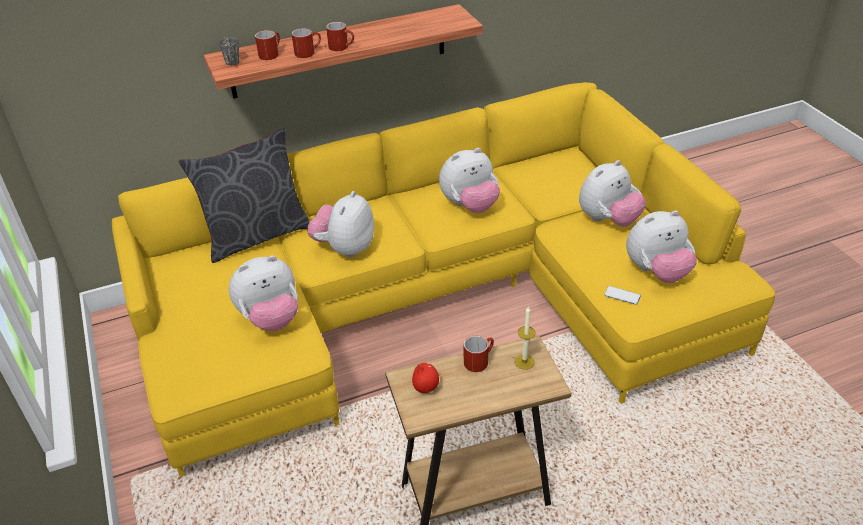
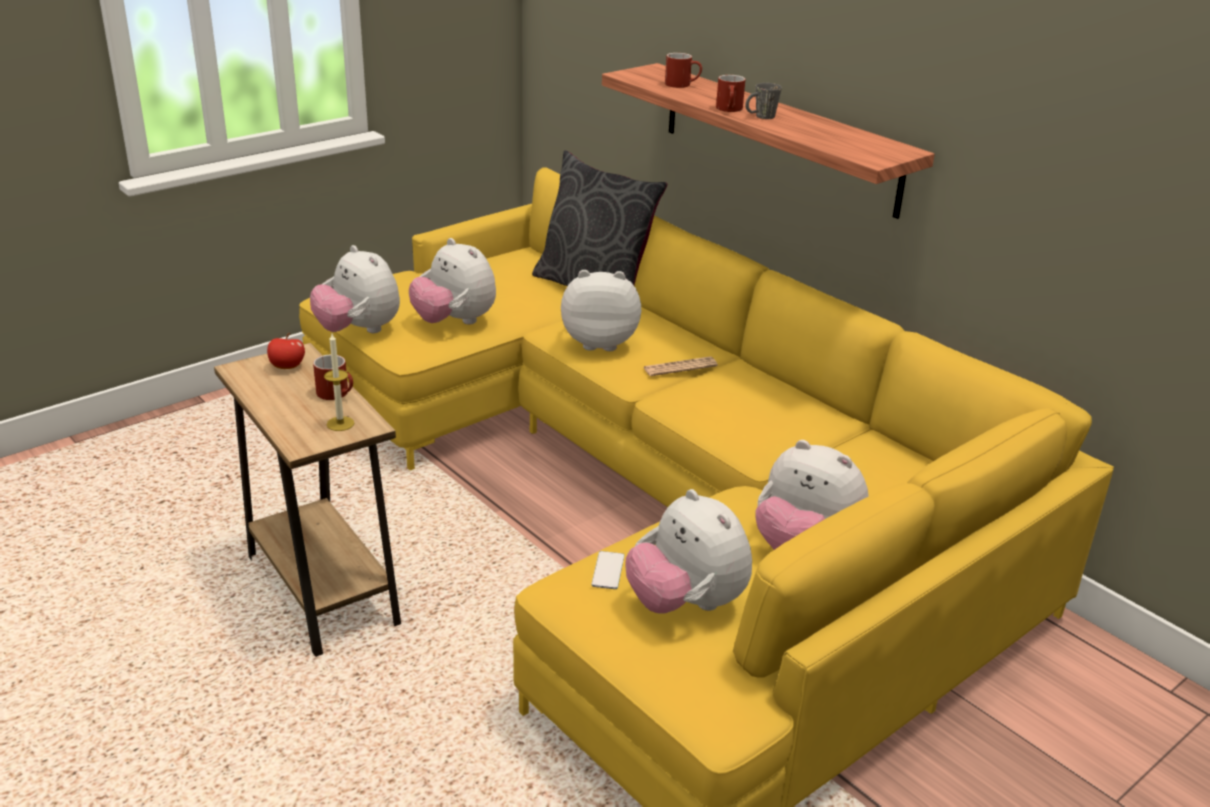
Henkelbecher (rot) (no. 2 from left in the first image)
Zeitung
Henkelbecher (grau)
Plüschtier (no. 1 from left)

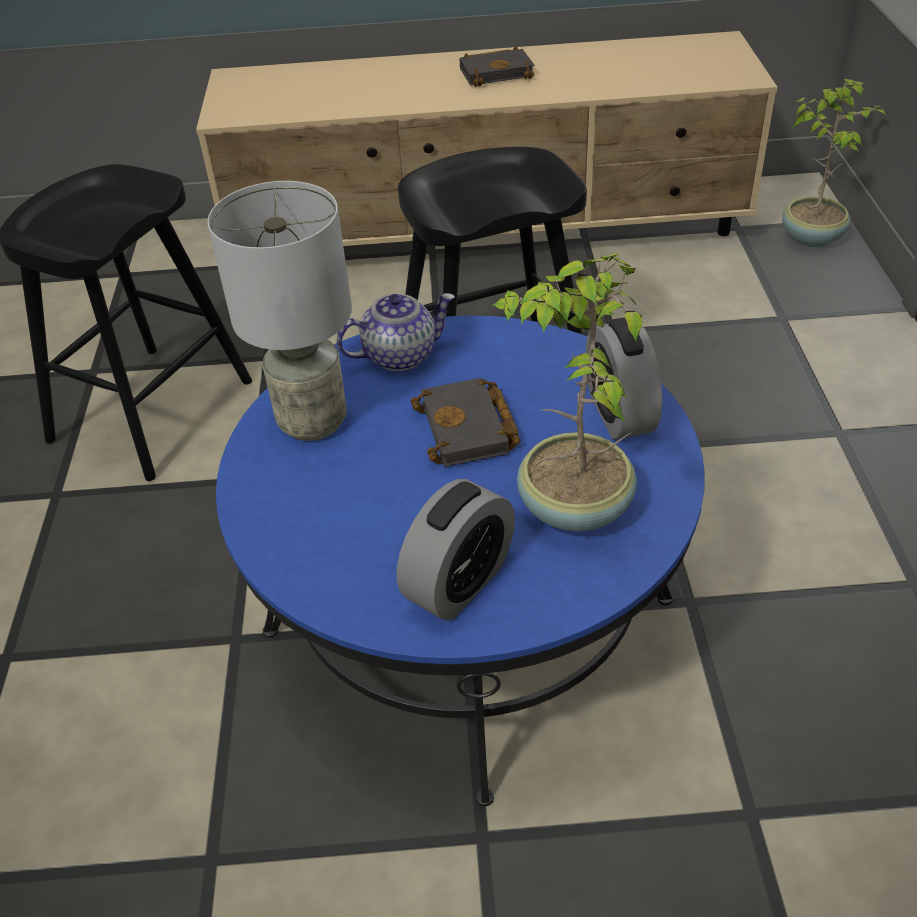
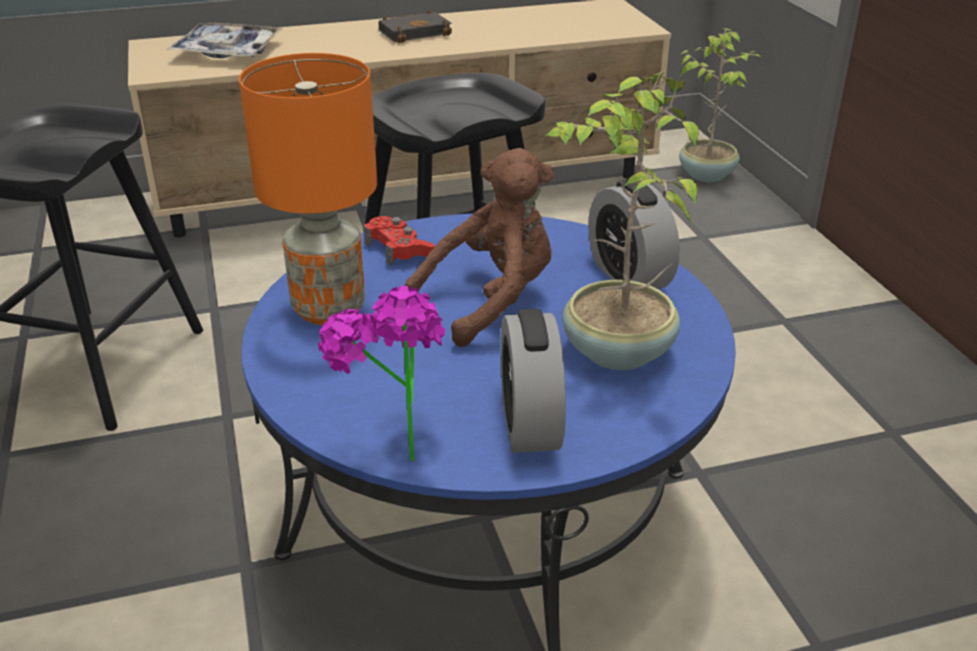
Tablett
Topfpflanze (no. 1 from left)
Gamepad (rot)
Plüschtier (braun)
Tischlampe (orange)
Wecker (no. 1 from left)

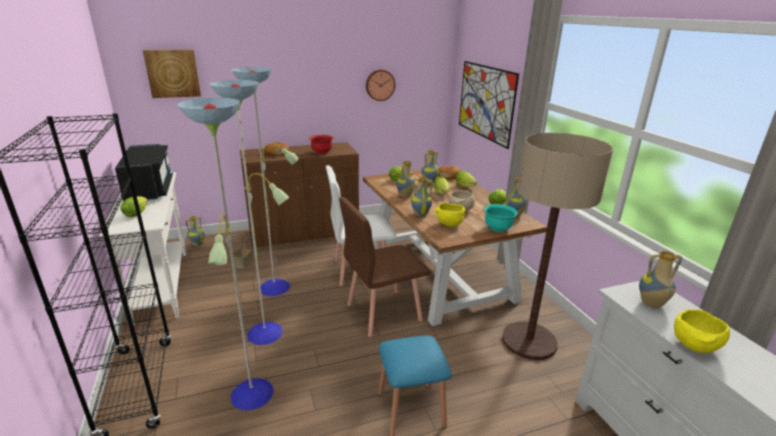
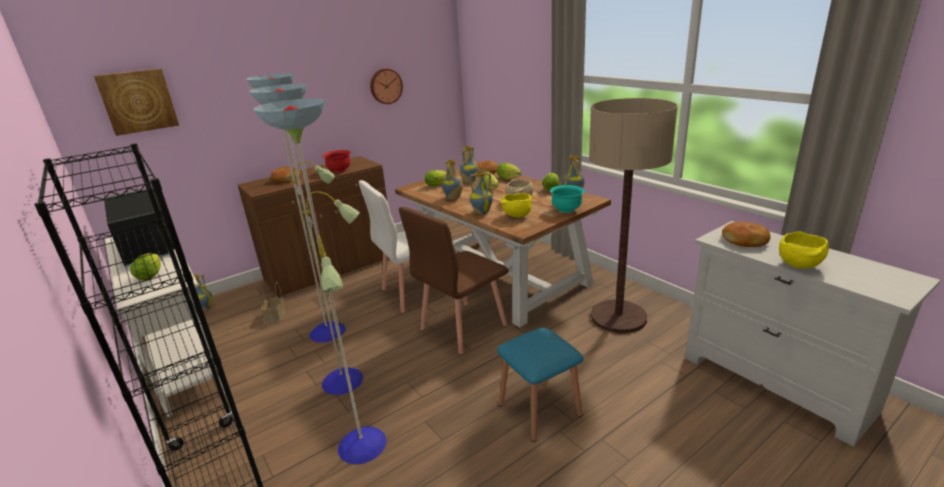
Bild (no. 2 from left in the first image)
Brot (no. 3 from left)

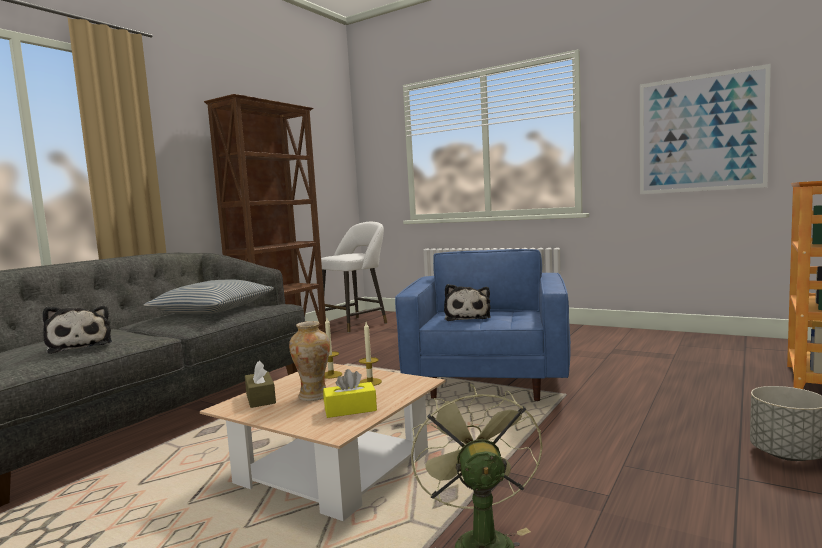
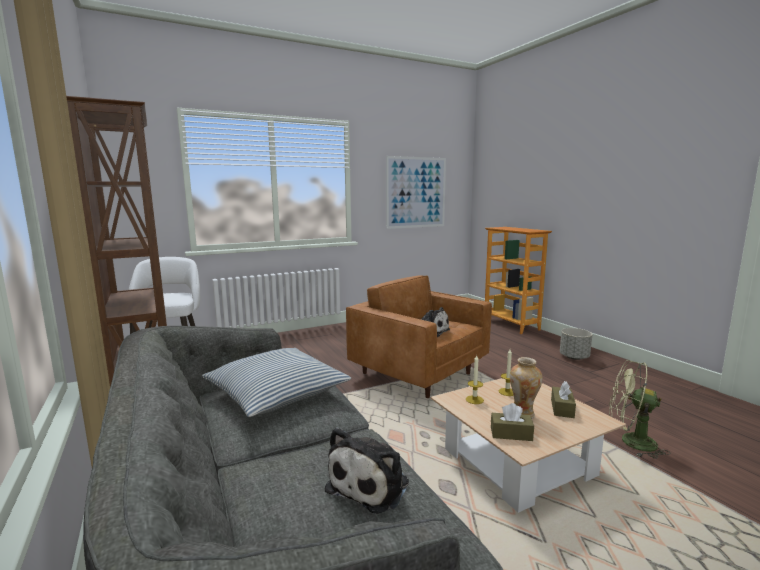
Taschentuchbox (braun) (no. 2 from left)
Sessel (braun)
Plüschtier (no. 1 from left)

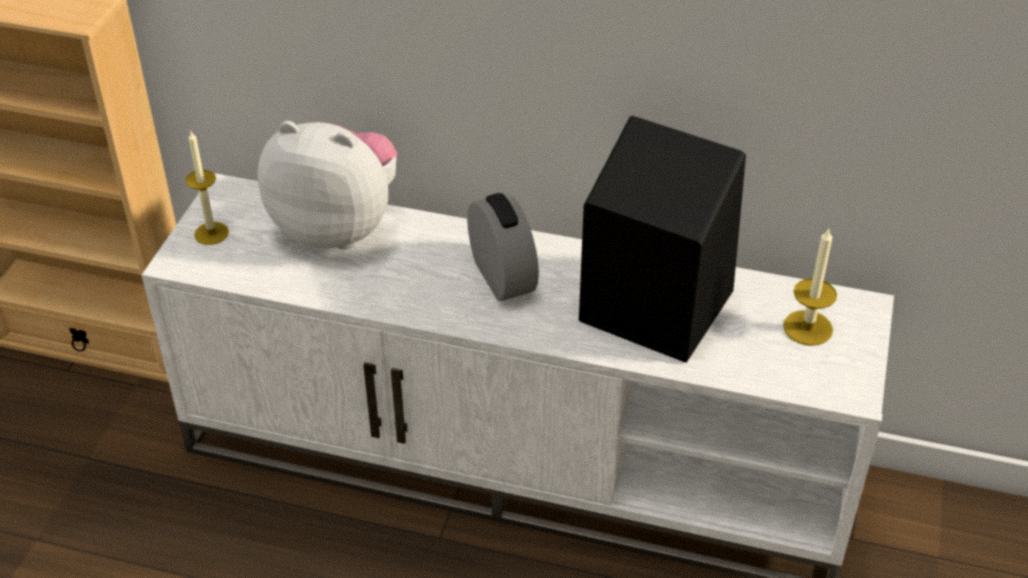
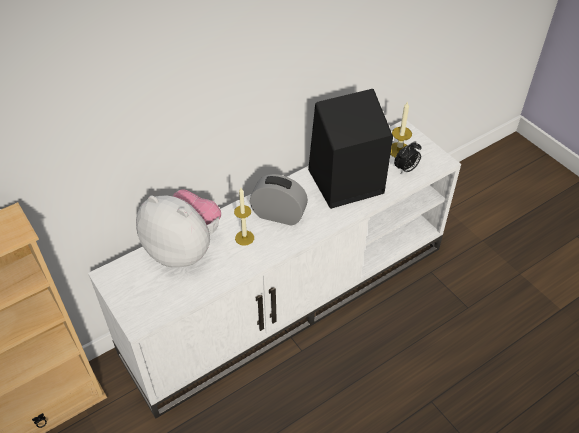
Wecker (no. 2 from left)
Kerze (no. 1 from left)
Plüschtier

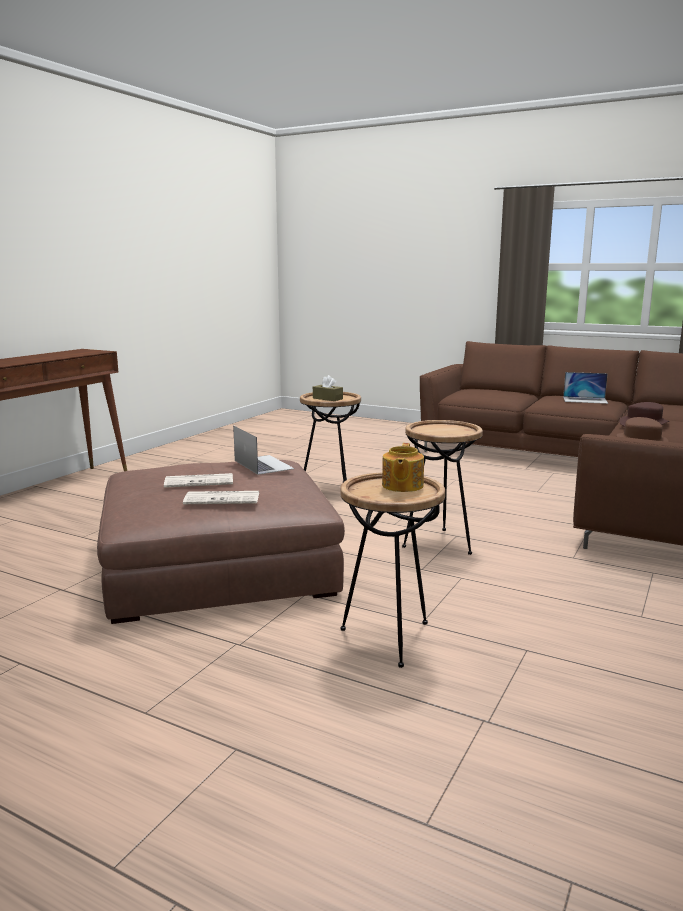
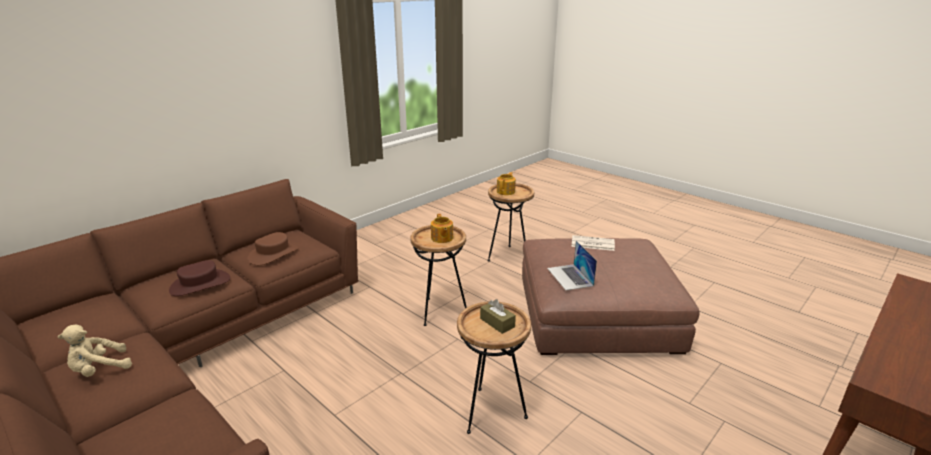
Zeitung (no. 1 from left in the first image)
Teekanne (no. 1 from left)
Plüschtier (beige)

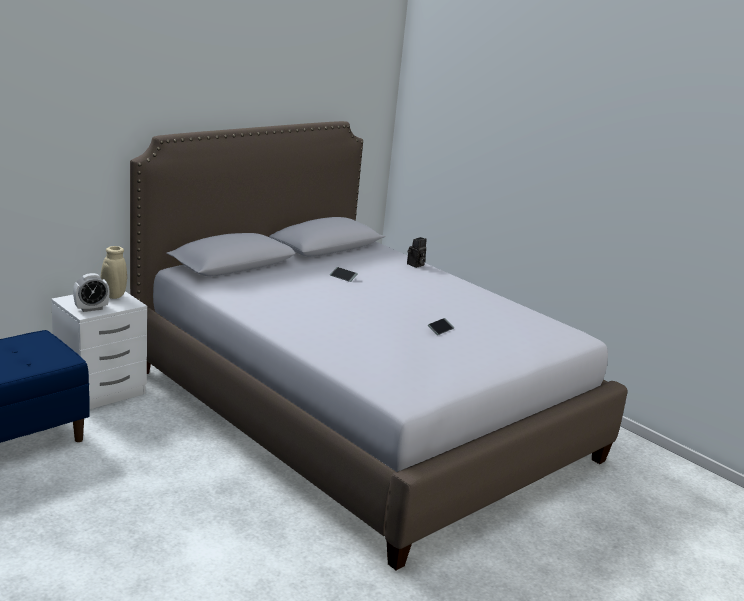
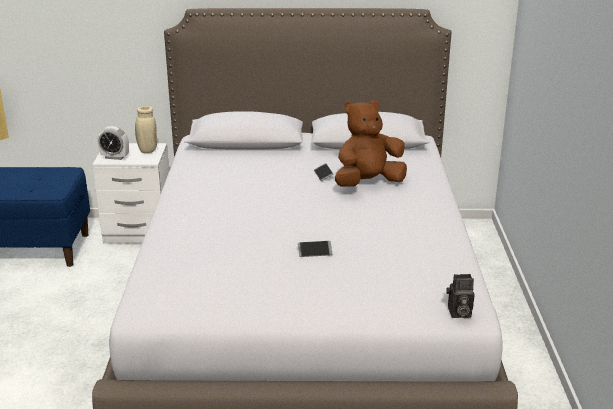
Plüschtier (braun)
Kamera

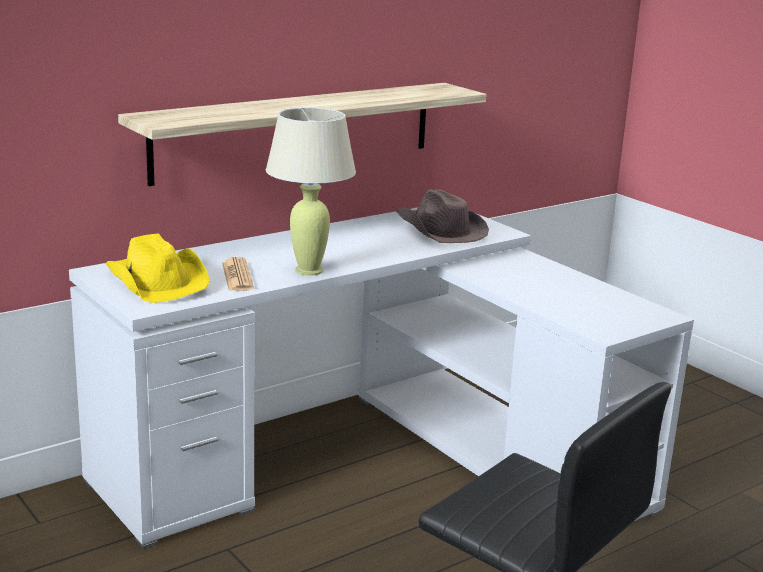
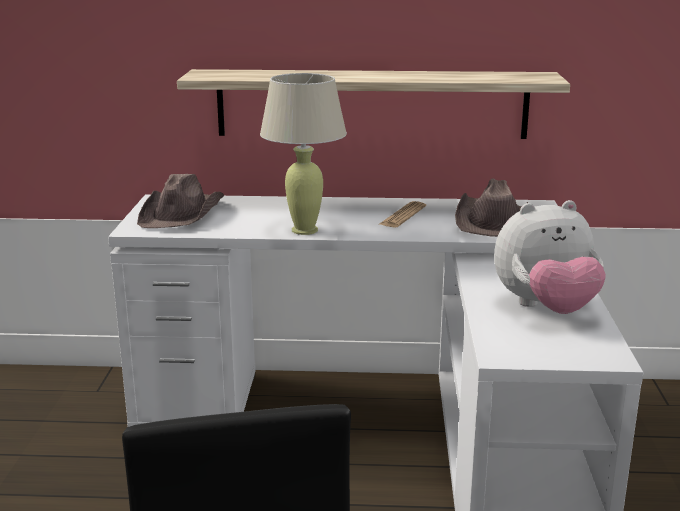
Plüschtier
Zeitung
Hut (braun) (no. 1 from left)

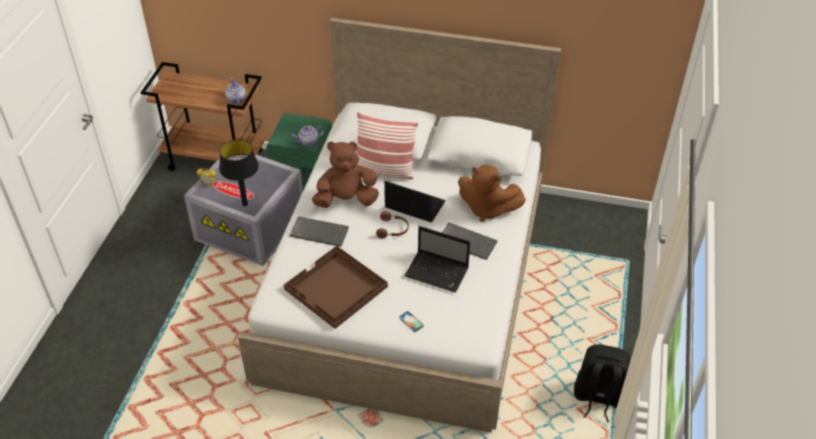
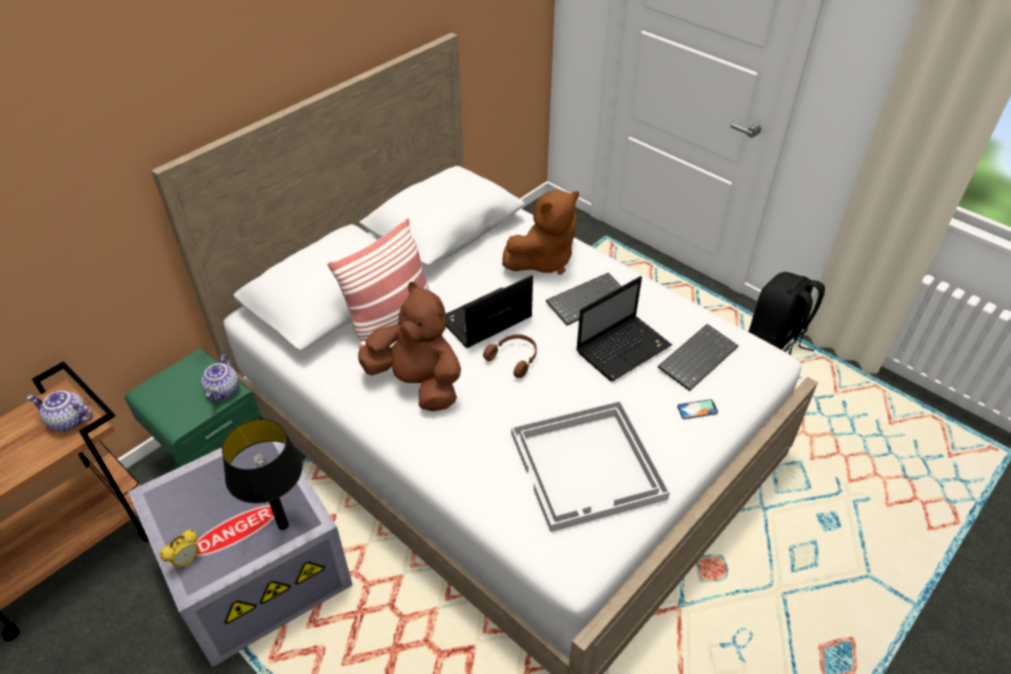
Tastatur (no. 2 from left)
Tablett (weiß)
Plüschtier (braun) (no. 1 from left)

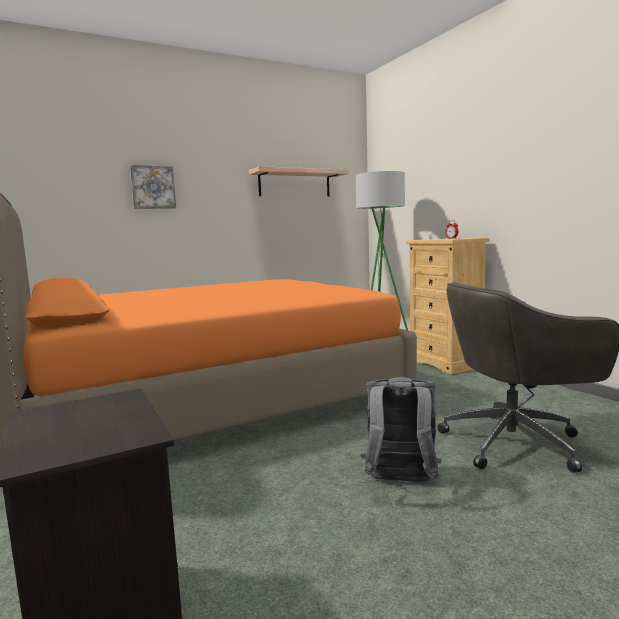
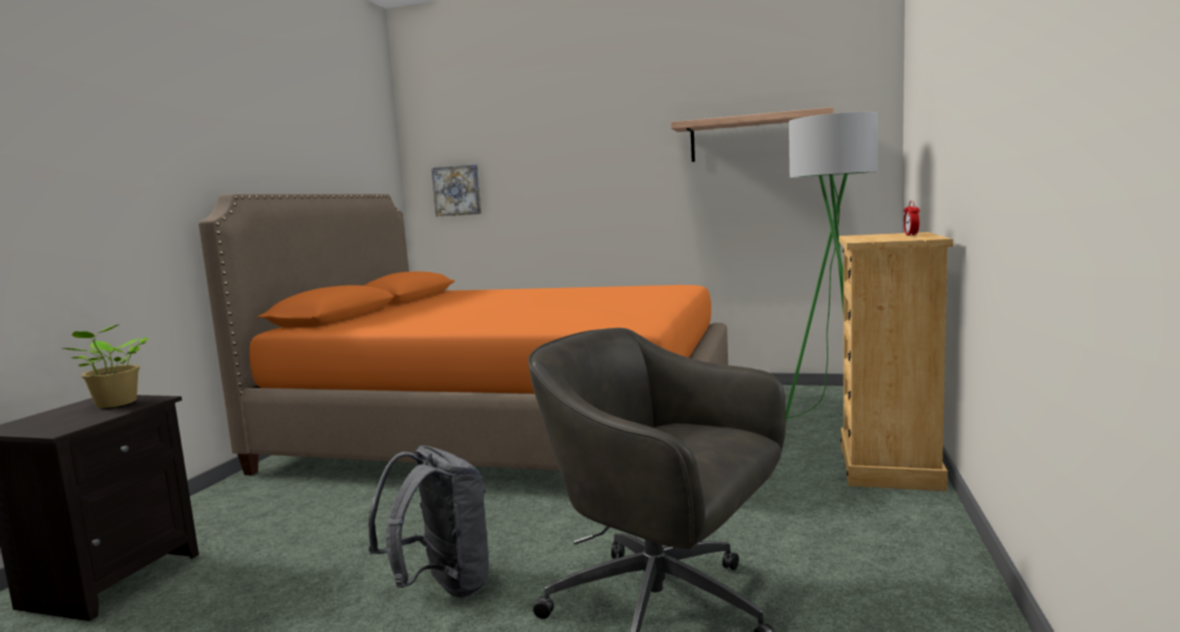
Topfpflanze
Bild

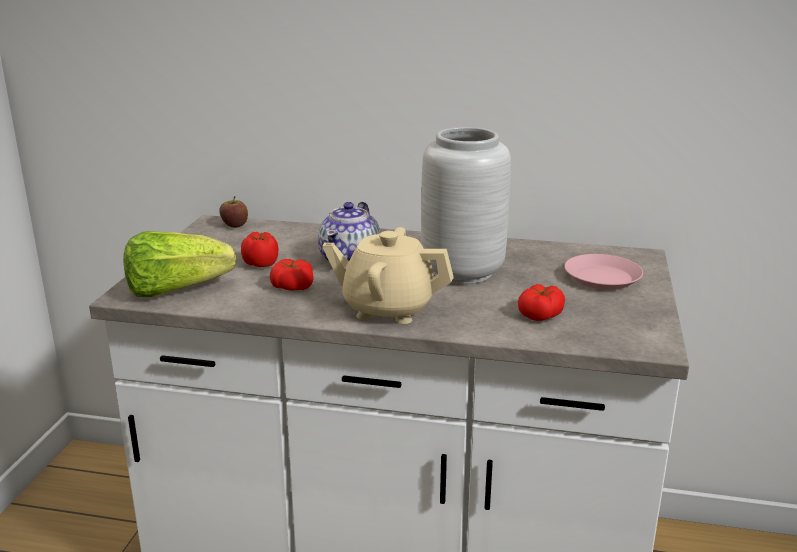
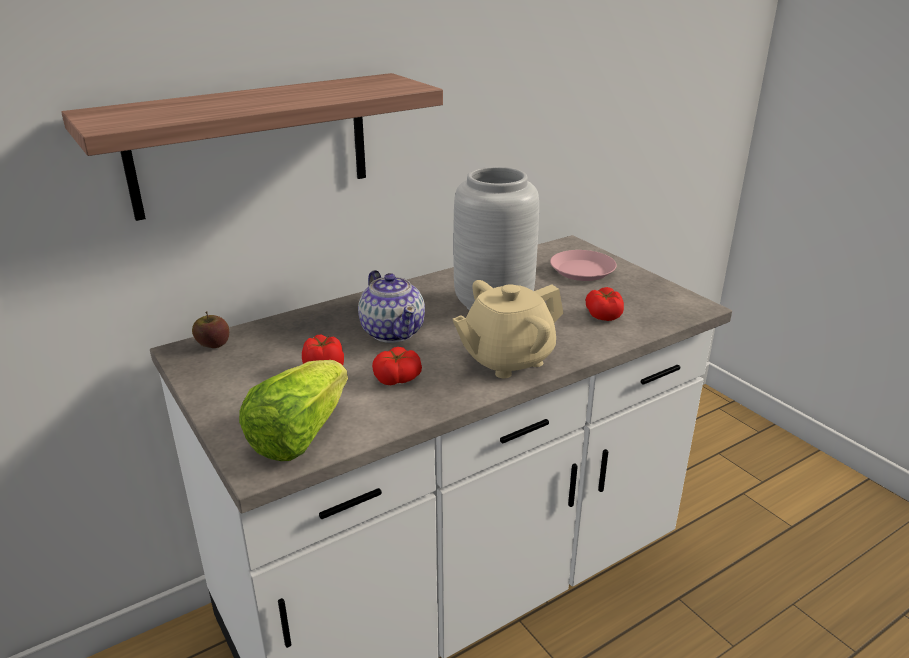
Wandregal

